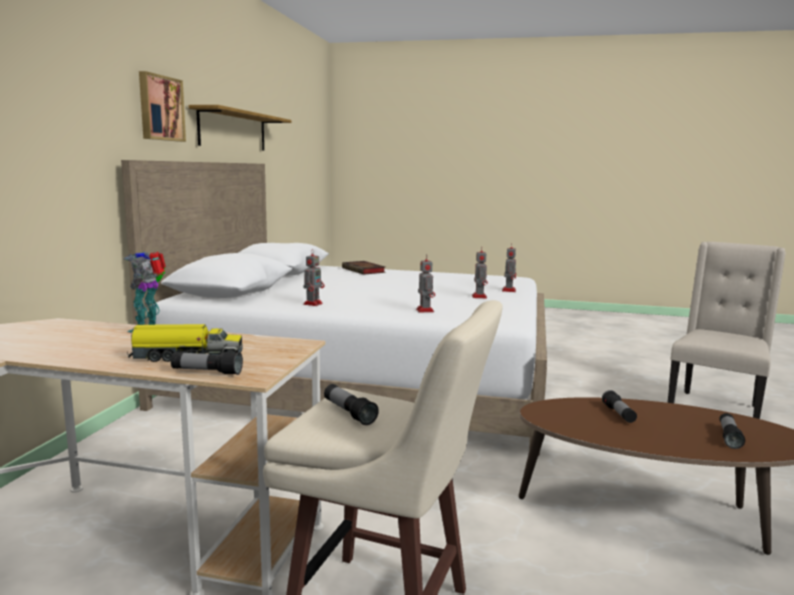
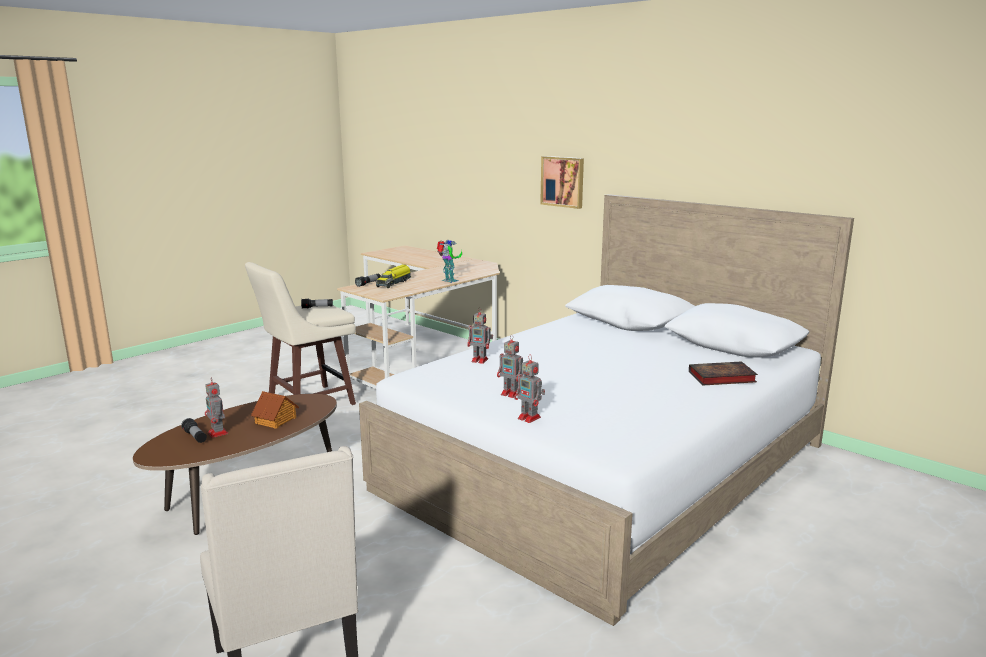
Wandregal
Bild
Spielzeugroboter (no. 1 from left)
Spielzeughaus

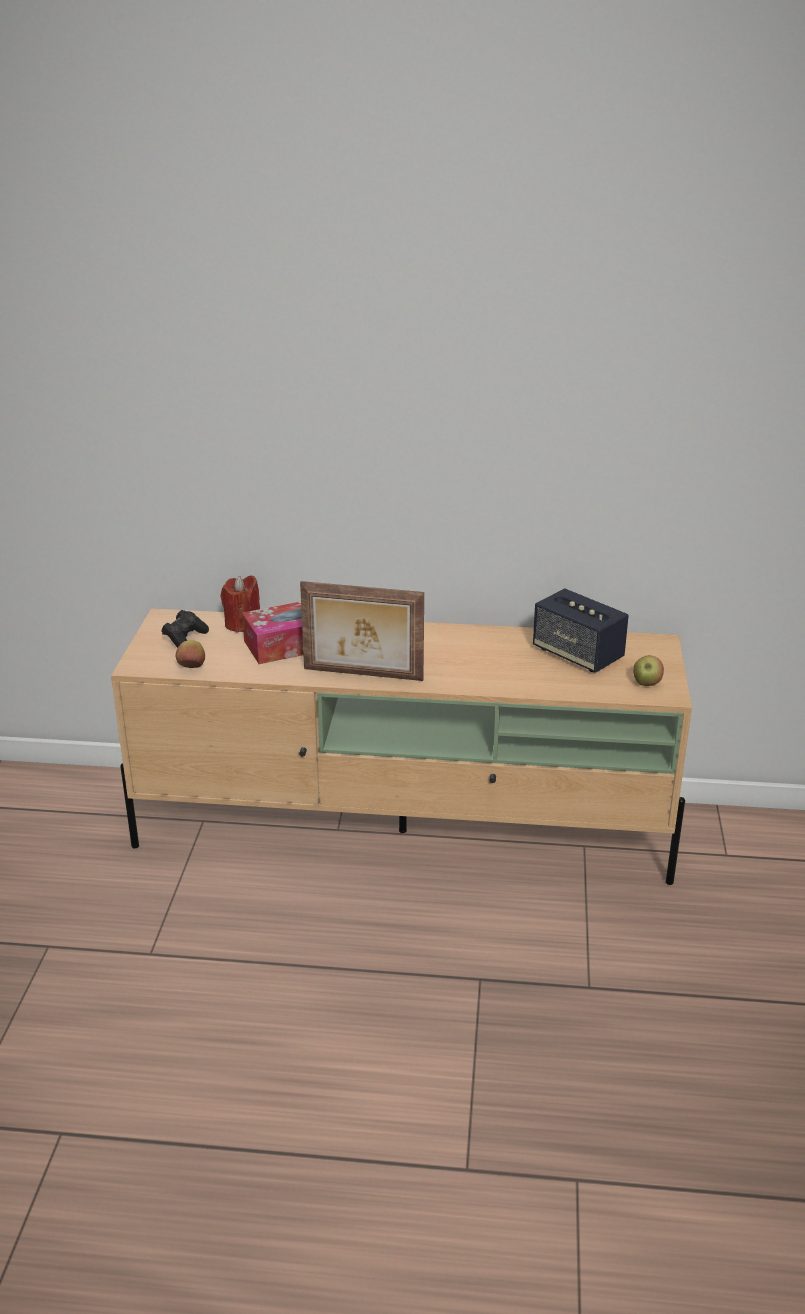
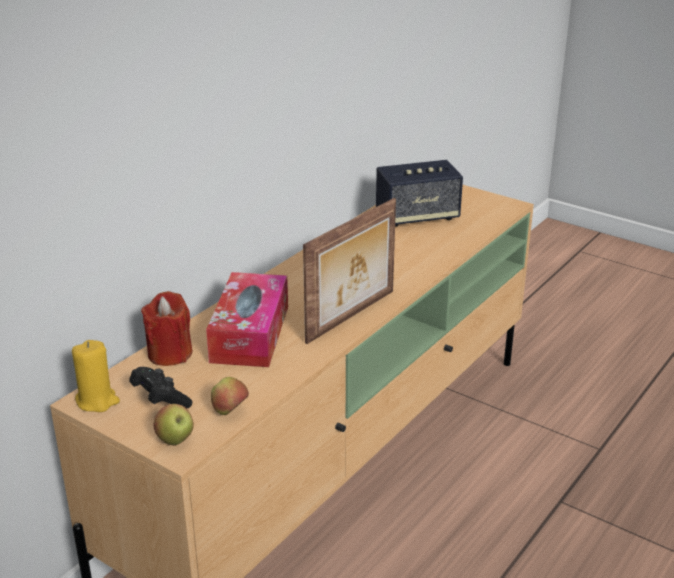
Kerze (gelb)
Apfel (no. 1 from left)

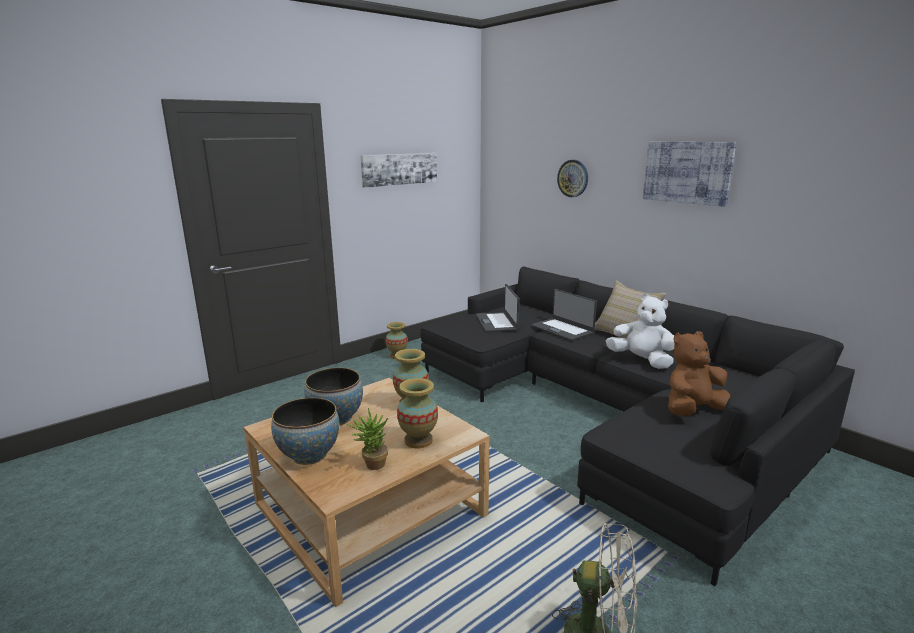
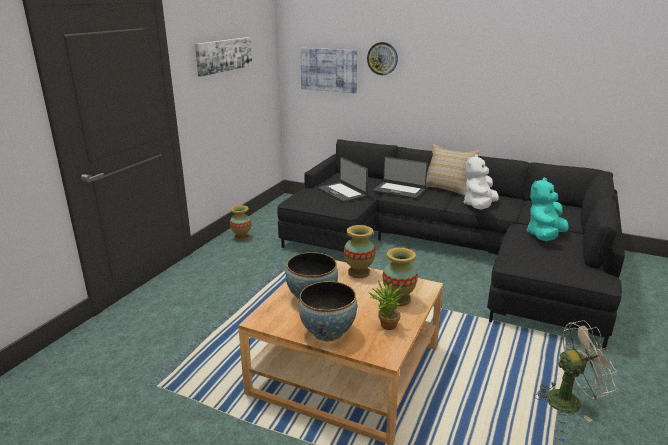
Bild (no. 2 from left)
Plüschtier (türkis)
Plüschtier (weiß)

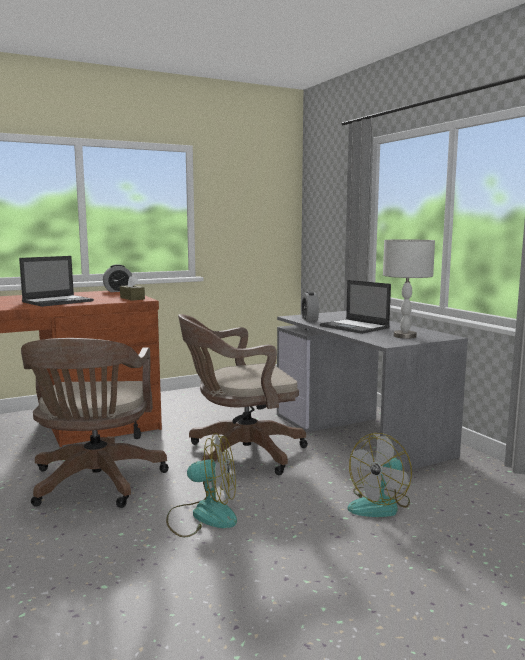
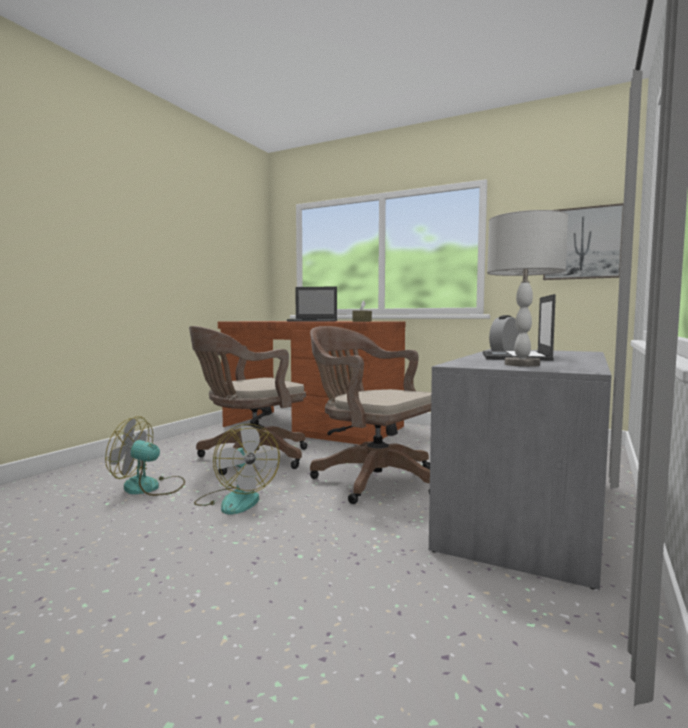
Wecker (no. 1 from left in the first image)
Bild
Ventilator (no. 1 from left)

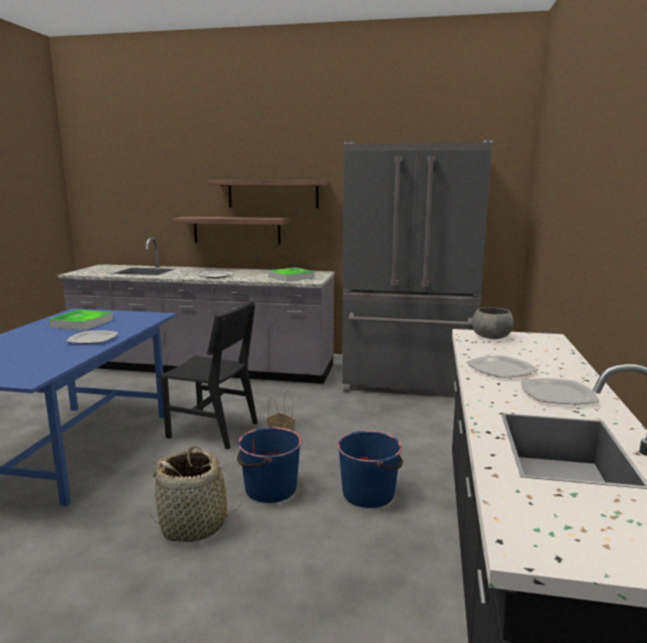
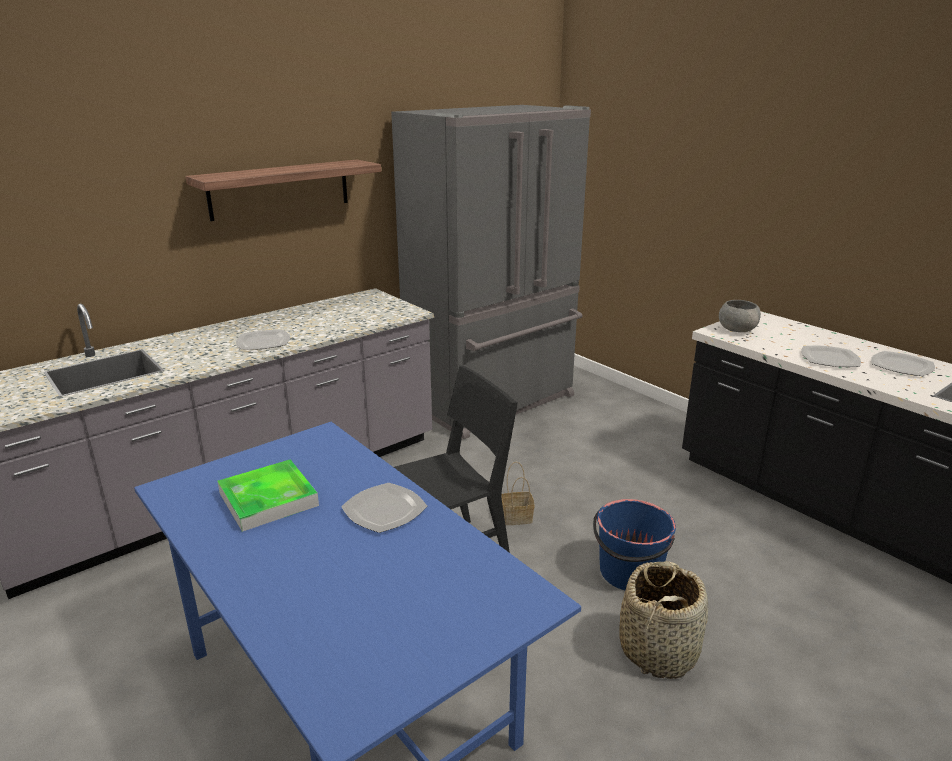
Wandregal (no. 1 from left in the first image)
Tablett (no. 2 from left in the first image)
Eimer (blau) (no. 2 from left in the first image)

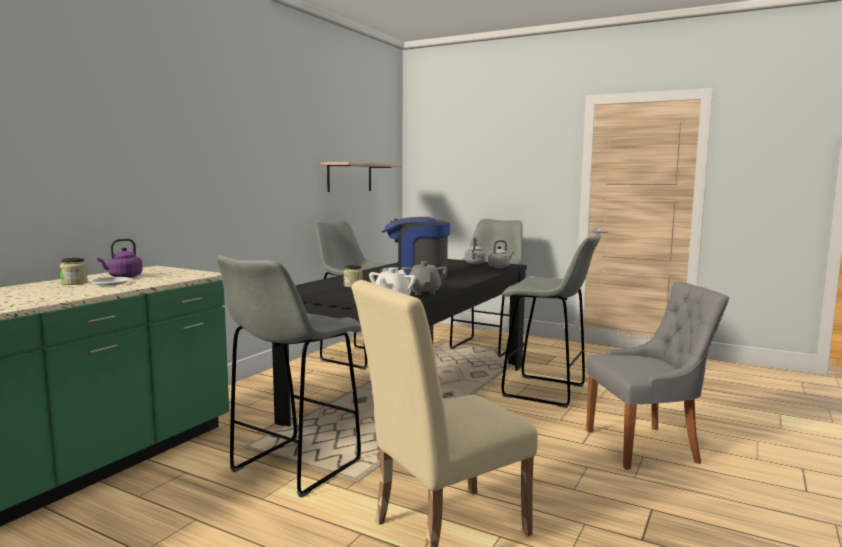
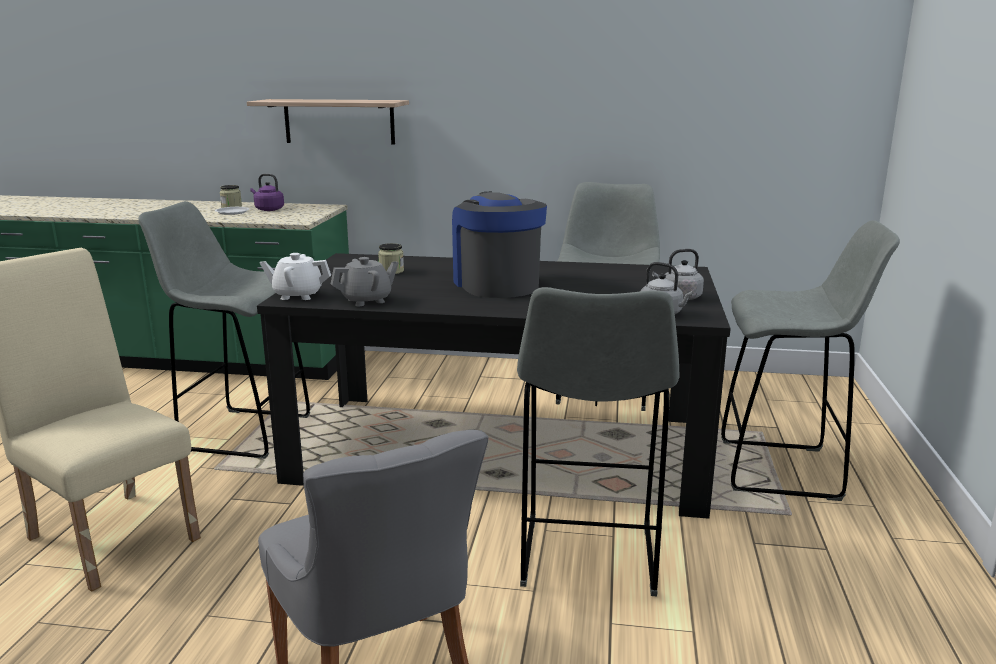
Wandregal

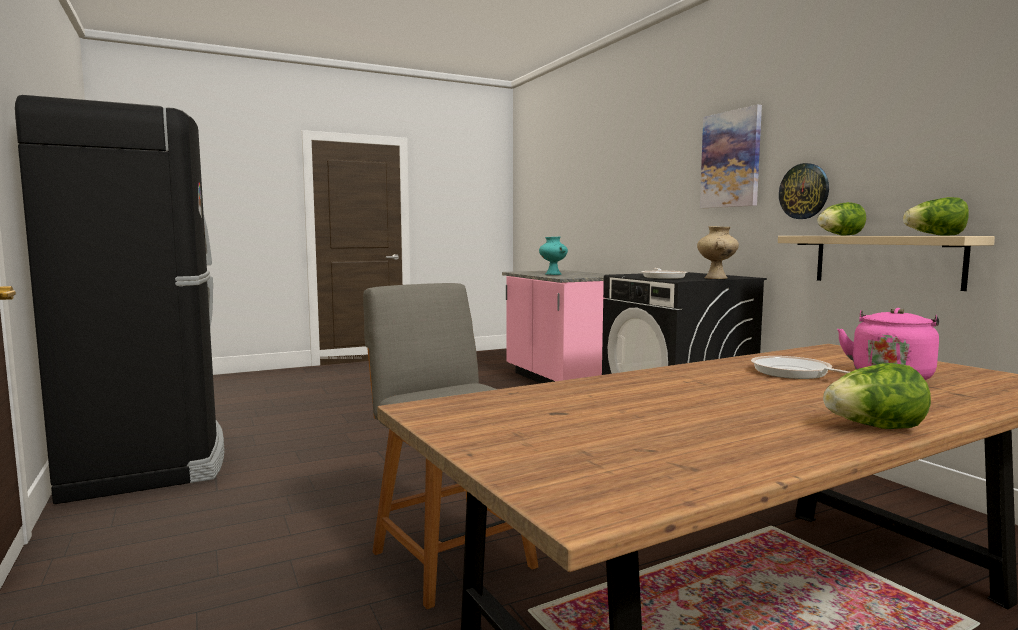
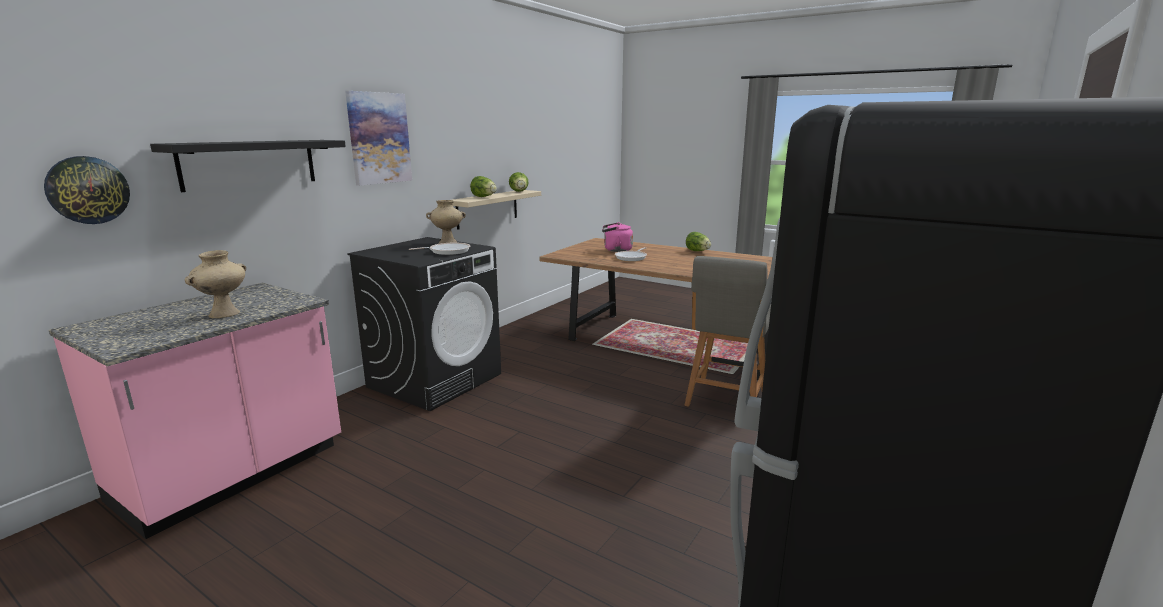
Wandregal (schwarz)
Wanduhr
Vase (beige) (no. 1 from left)

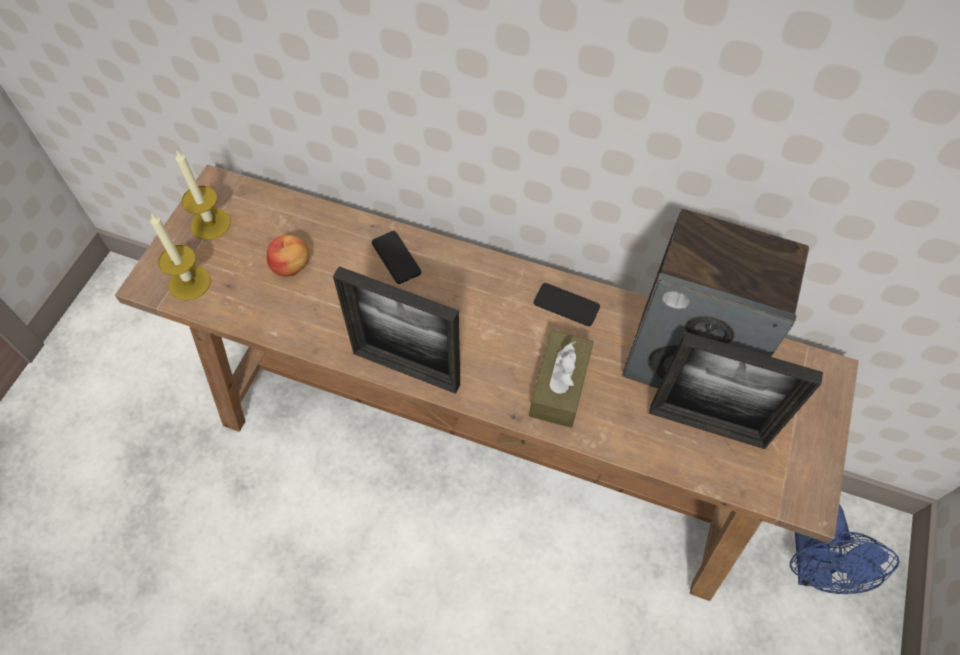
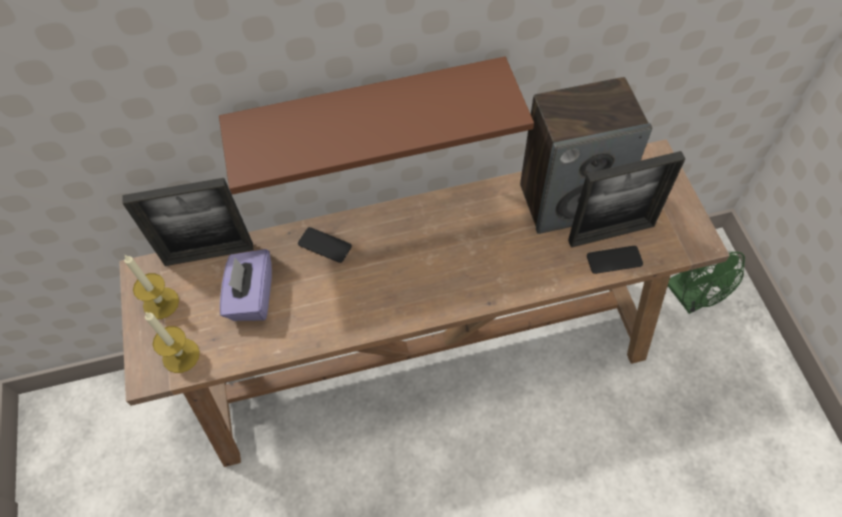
Taschentuchbox (braun)
Wandregal (braun)
Bilderrahmen (no. 1 from left)
Handy (no. 2 from left)
Taschentuchbox (lila)
Ventilator (grün)

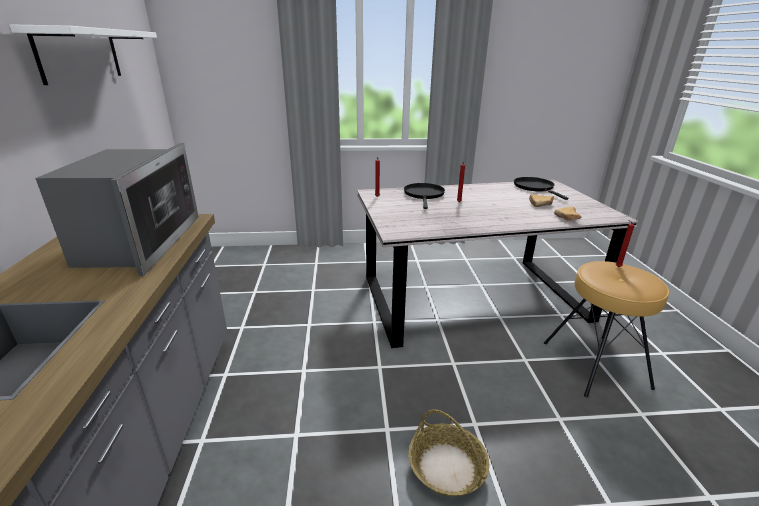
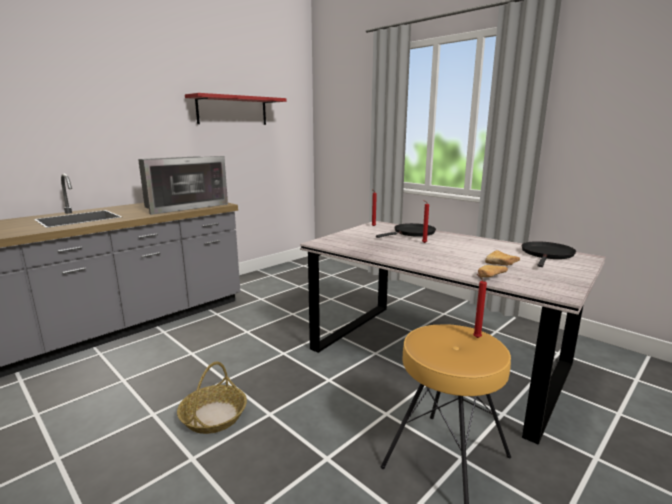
Wandregal (rot)

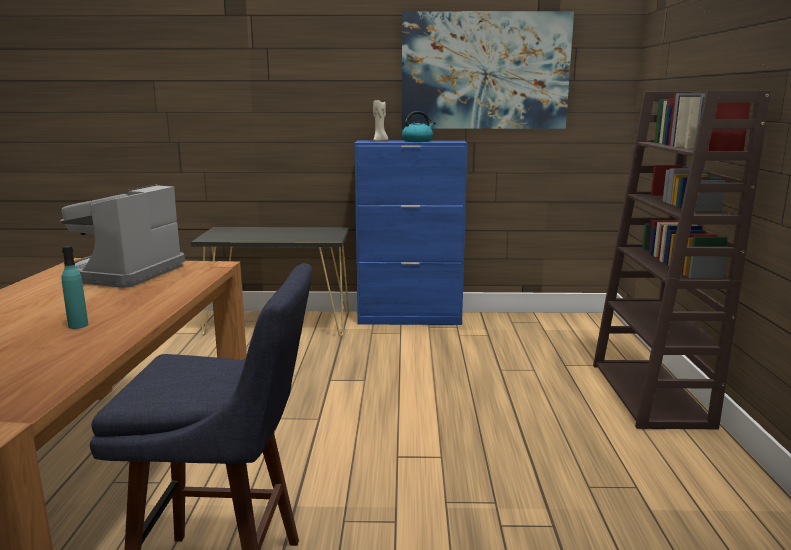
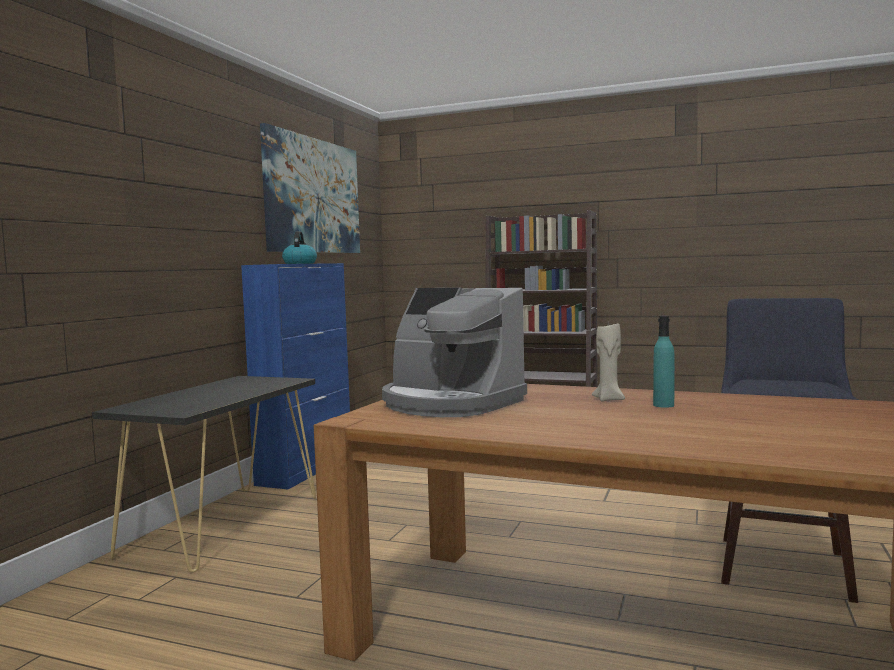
Kerze (beige)

